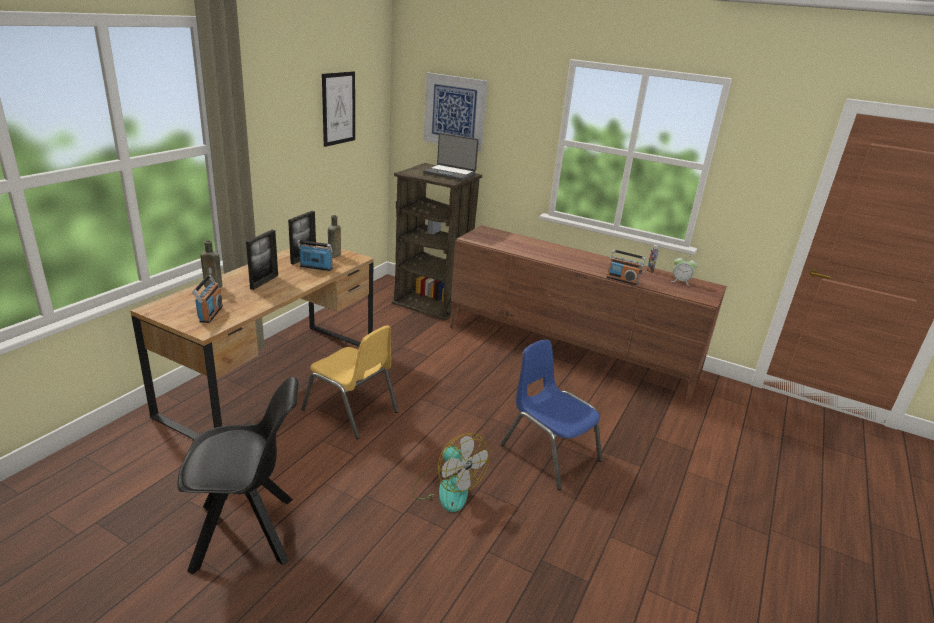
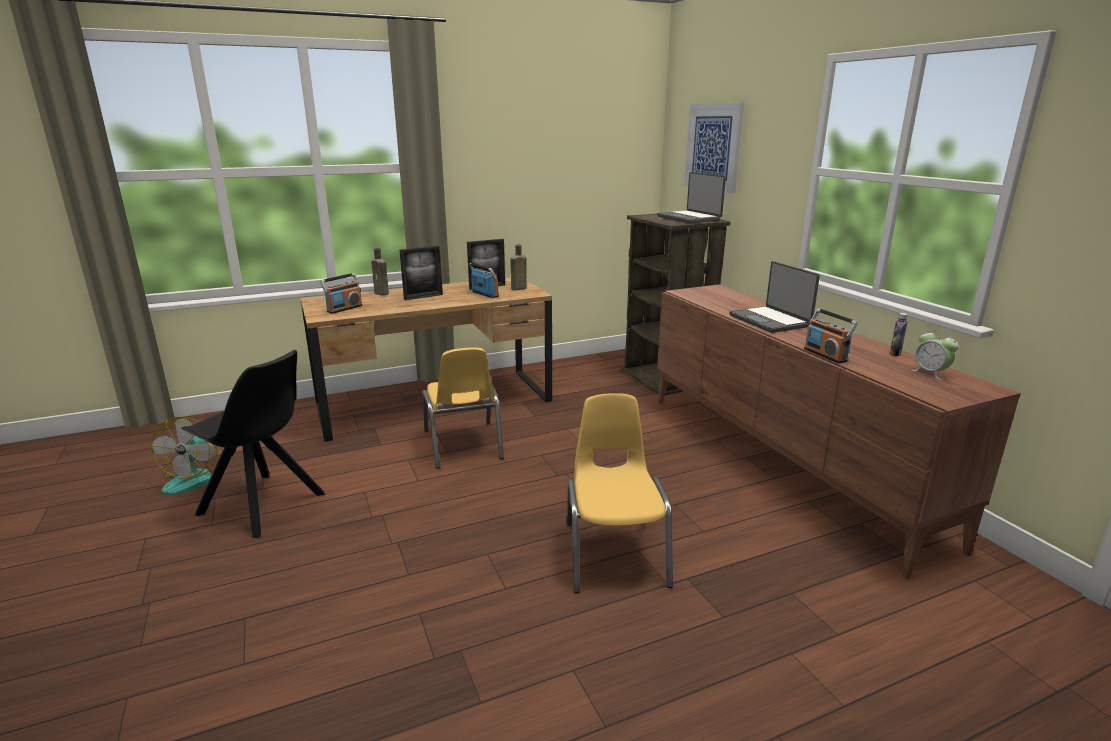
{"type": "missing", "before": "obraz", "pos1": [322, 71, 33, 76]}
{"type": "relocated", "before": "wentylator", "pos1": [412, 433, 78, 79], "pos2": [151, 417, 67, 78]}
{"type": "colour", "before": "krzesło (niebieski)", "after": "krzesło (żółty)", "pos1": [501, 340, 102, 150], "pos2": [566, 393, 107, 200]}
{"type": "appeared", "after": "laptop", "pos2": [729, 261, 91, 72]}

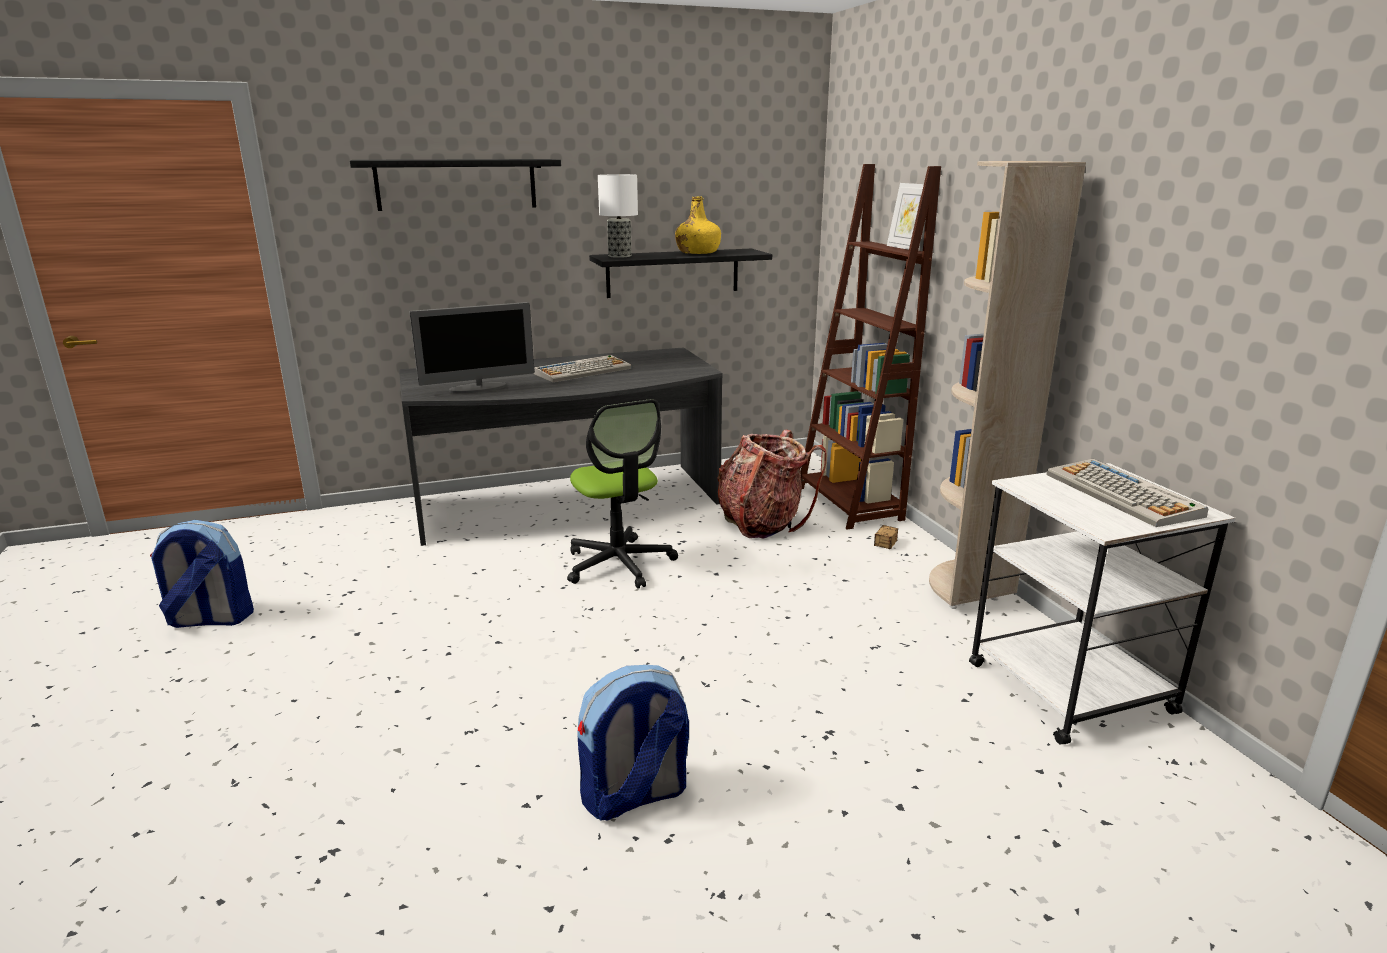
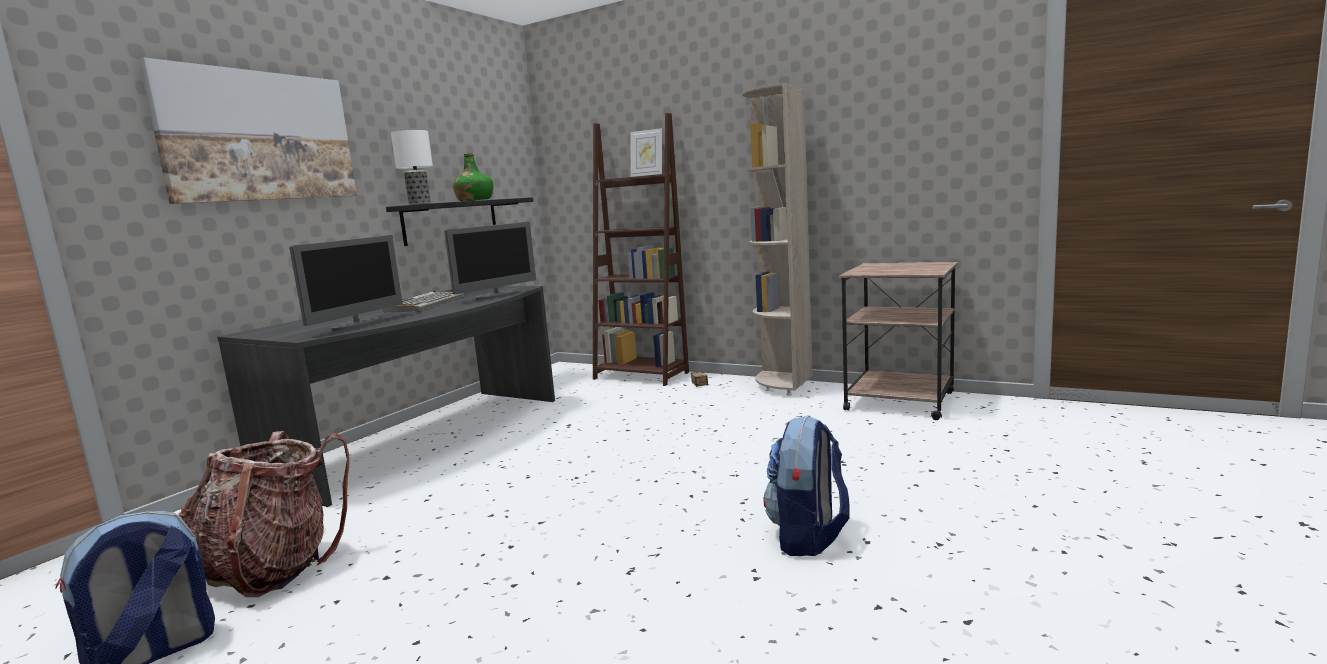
{"type": "exchanged", "before": "półka (czarny)", "after": "obraz", "pos1": [350, 159, 211, 52], "pos2": [138, 58, 219, 146]}
{"type": "missing", "before": "krzesło biurowe", "pos1": [567, 399, 111, 190]}
{"type": "colour", "before": "butelka (żółty)", "after": "butelka (zielony)", "pos1": [675, 196, 46, 58], "pos2": [453, 153, 40, 49]}
{"type": "relocated", "before": "plecak", "pos1": [717, 430, 110, 109], "pos2": [179, 431, 170, 166]}
{"type": "colour", "before": "wózek (biały)", "after": "wózek (brązowy)", "pos1": [969, 463, 266, 282], "pos2": [839, 262, 119, 158]}
{"type": "missing", "before": "klawiatura", "pos1": [1047, 458, 162, 69]}
{"type": "appeared", "after": "monitor", "pos2": [444, 222, 92, 78]}

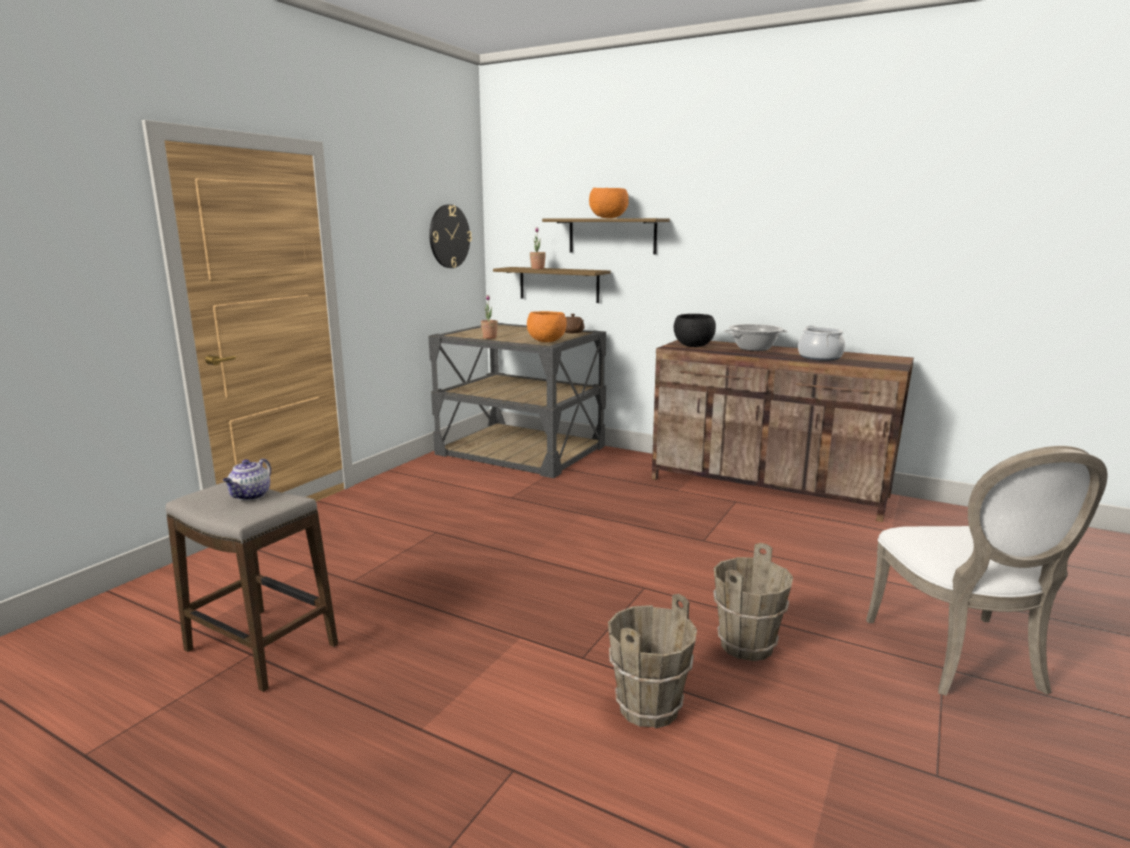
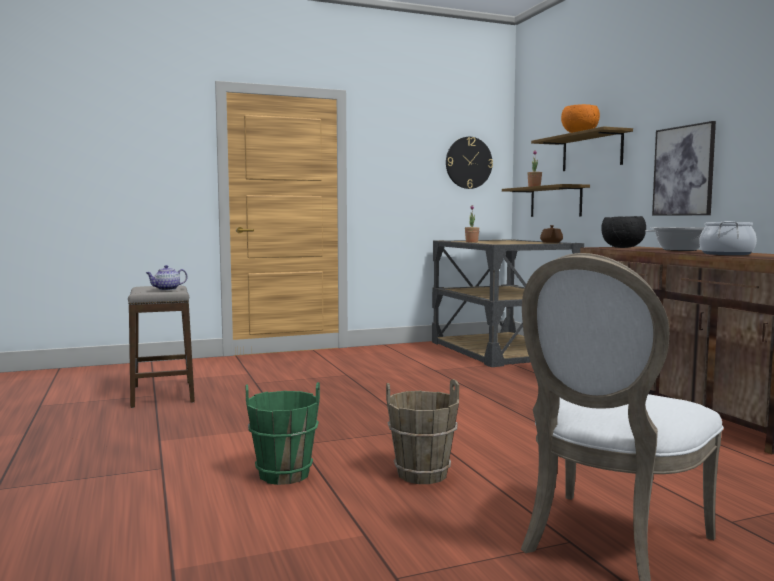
{"type": "missing", "before": "miska (pomarańczowy)", "pos1": [527, 311, 40, 31]}
{"type": "colour", "before": "wiadro (brązowy)", "after": "wiadro (zielony)", "pos1": [608, 594, 89, 134], "pos2": [246, 382, 74, 103]}
{"type": "appeared", "after": "obraz", "pos2": [652, 121, 64, 95]}

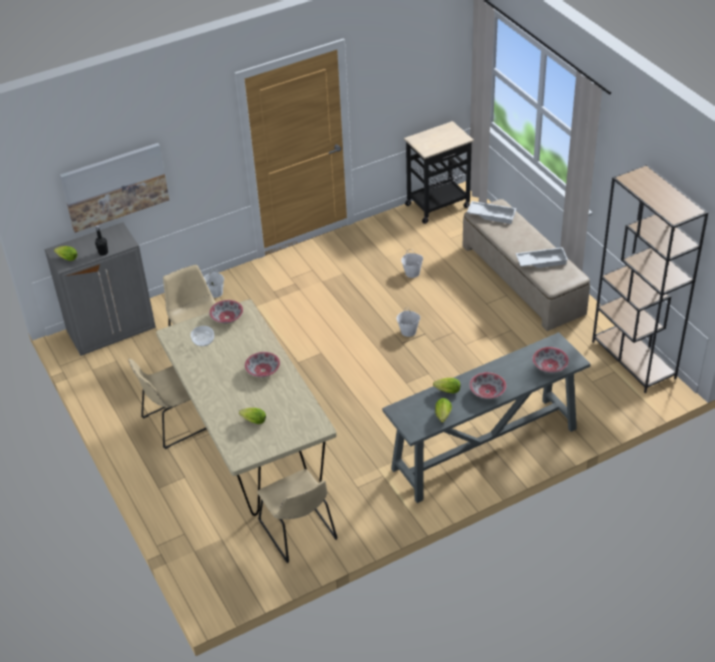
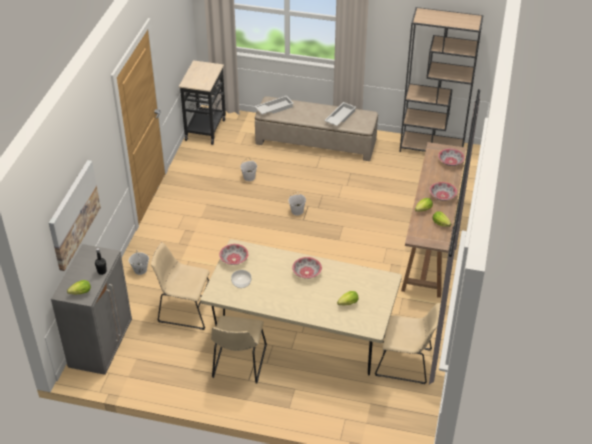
{"type": "colour", "before": "stolik konsolowy (szary)", "after": "stolik konsolowy (brązowy)", "pos1": [382, 332, 208, 171], "pos2": [401, 142, 65, 156]}

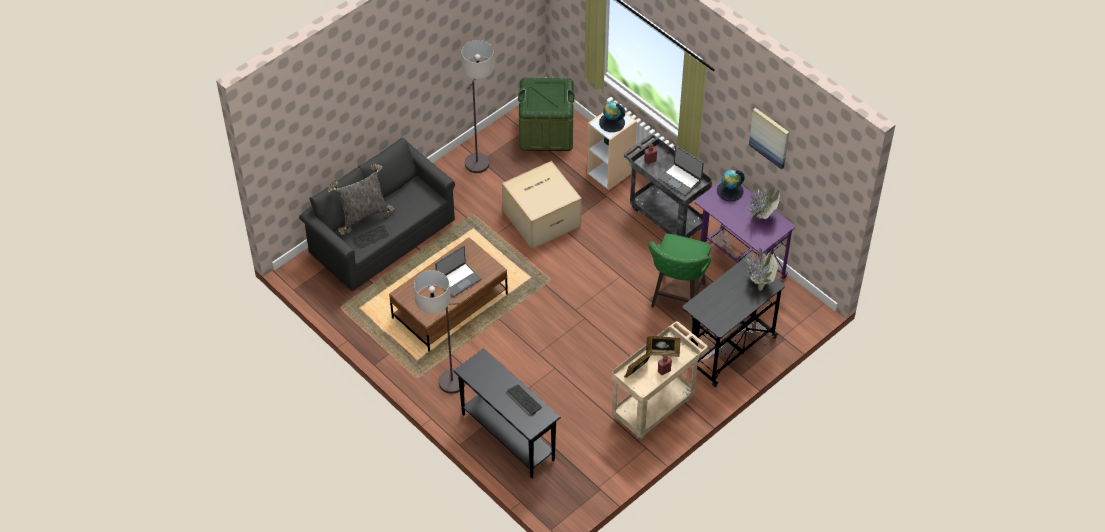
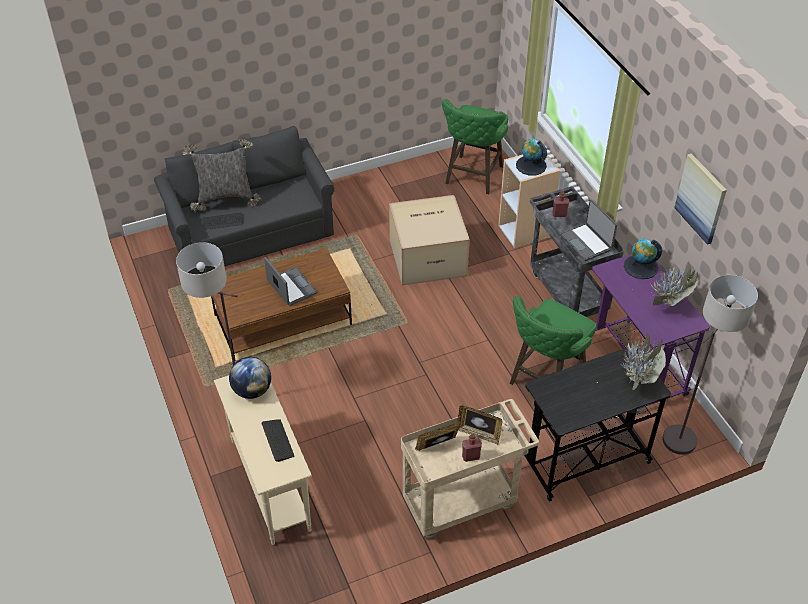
{"type": "spun", "before": "laptop", "pos1": [435, 245, 46, 52], "pos2": [264, 257, 53, 49], "turn": -105}
{"type": "colour", "before": "stolik konsolowy (czarny)", "after": "stolik konsolowy (beżowy)", "pos1": [453, 348, 108, 130], "pos2": [214, 376, 98, 169]}
{"type": "relocated", "before": "lampa stojąca (szary)", "pos1": [462, 40, 32, 133], "pos2": [662, 275, 96, 180]}
{"type": "exchanged", "before": "pojemnik do przechowywania (zielony)", "after": "stołek (zielony)", "pos1": [518, 78, 56, 73], "pos2": [442, 99, 66, 95]}
{"type": "appeared", "after": "globus", "pos2": [229, 357, 42, 42]}

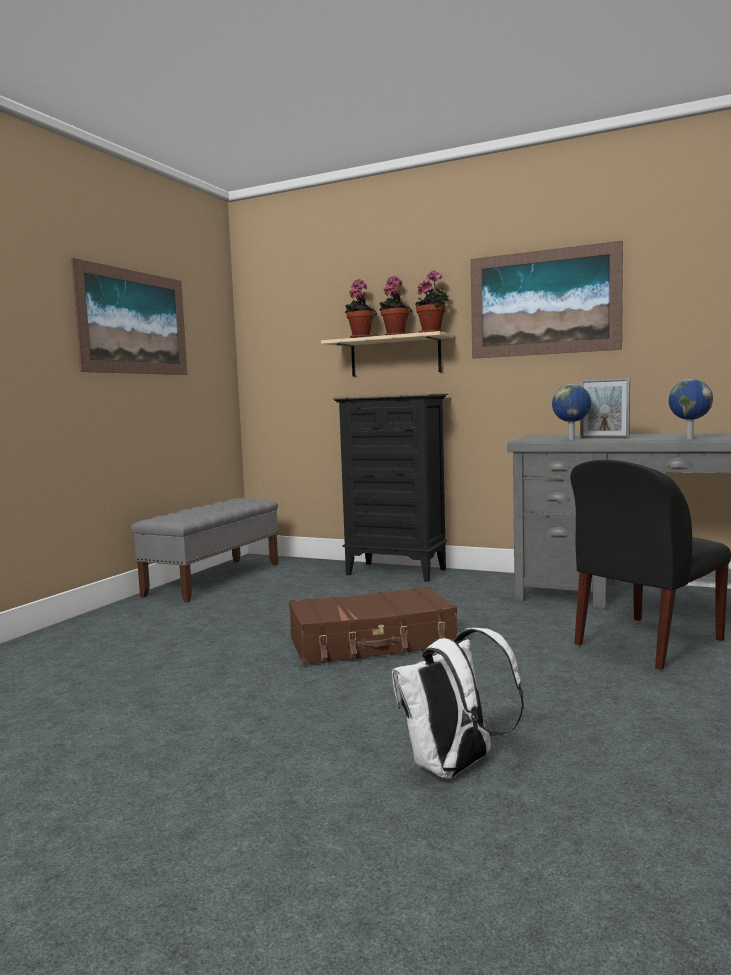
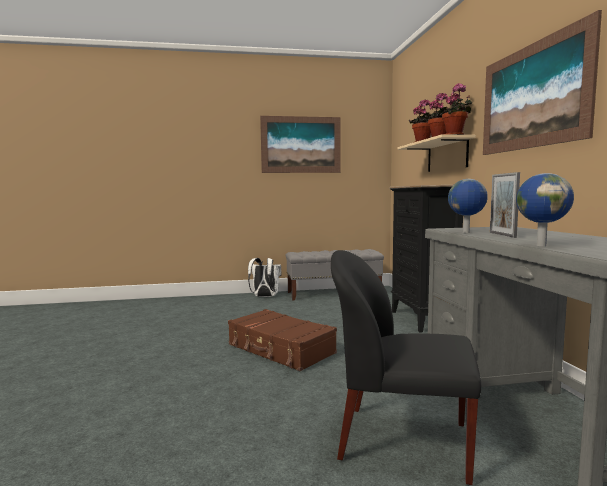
{"type": "relocated", "before": "plecak (biały)", "pos1": [392, 628, 132, 151], "pos2": [248, 258, 34, 39]}

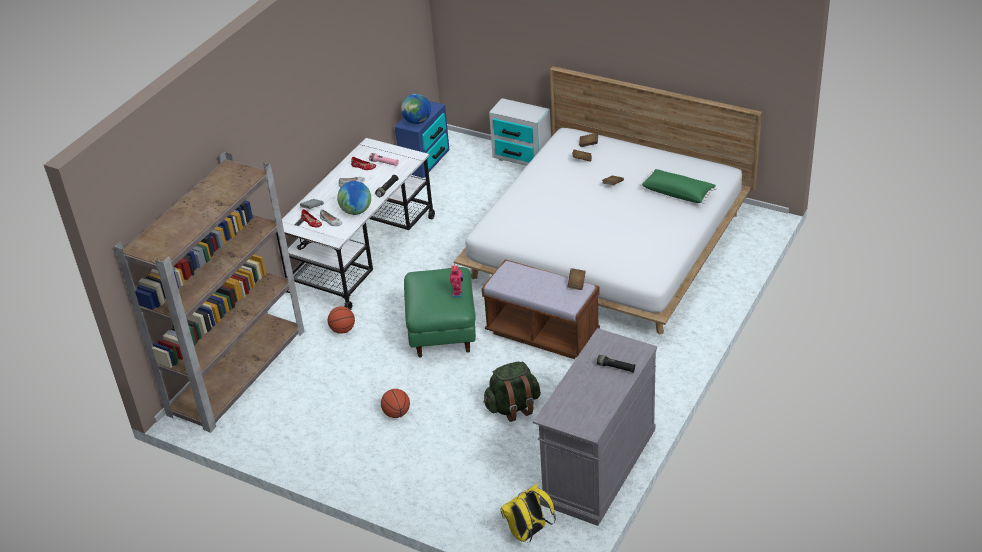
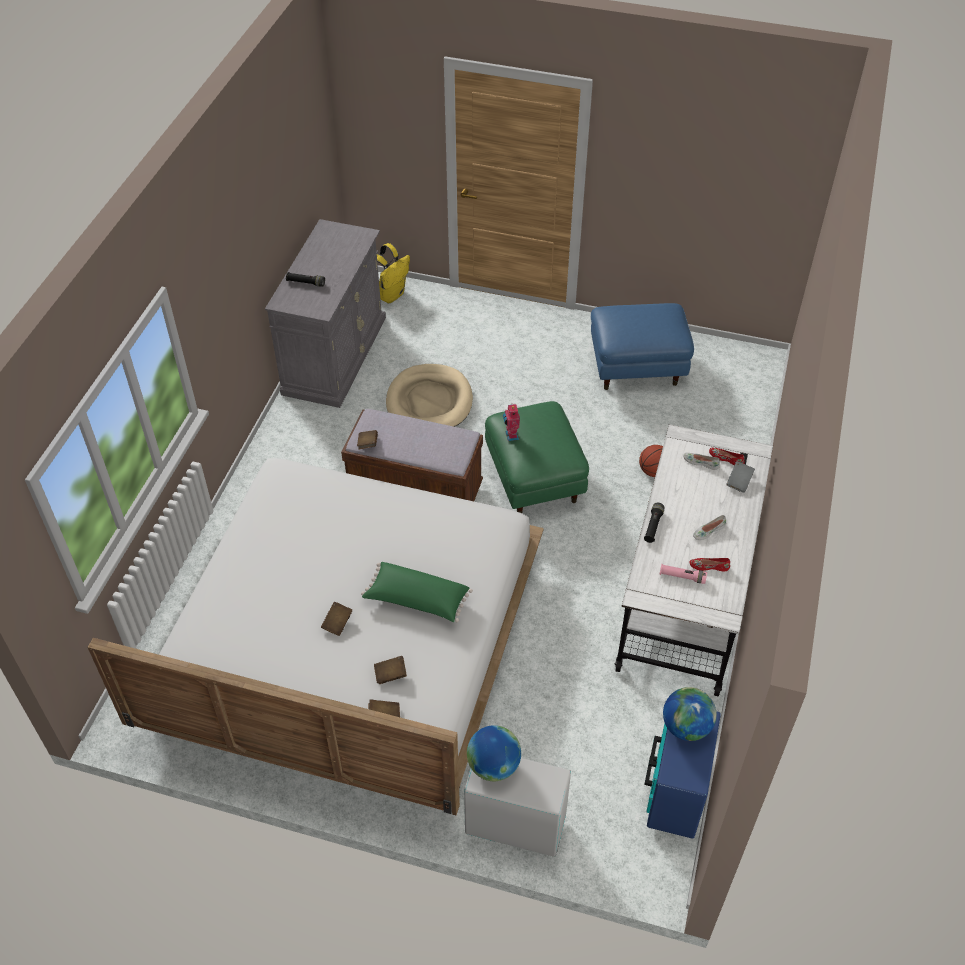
{"type": "missing", "before": "regał (brązowy)", "pos1": [115, 152, 189, 281]}
{"type": "relocated", "before": "globus", "pos1": [337, 181, 34, 34], "pos2": [467, 725, 54, 56]}
{"type": "missing", "before": "piłka do koszykówki", "pos1": [381, 389, 29, 29]}
{"type": "exchanged", "before": "plecak (zielony)", "after": "legowisko (beżowy)", "pos1": [483, 362, 58, 60], "pos2": [386, 364, 87, 63]}
{"type": "relocated", "before": "poduszka (zielony)", "pos1": [640, 169, 77, 35], "pos2": [361, 562, 112, 60]}
{"type": "appeared", "after": "pufa (niebieski)", "pos2": [591, 303, 103, 87]}

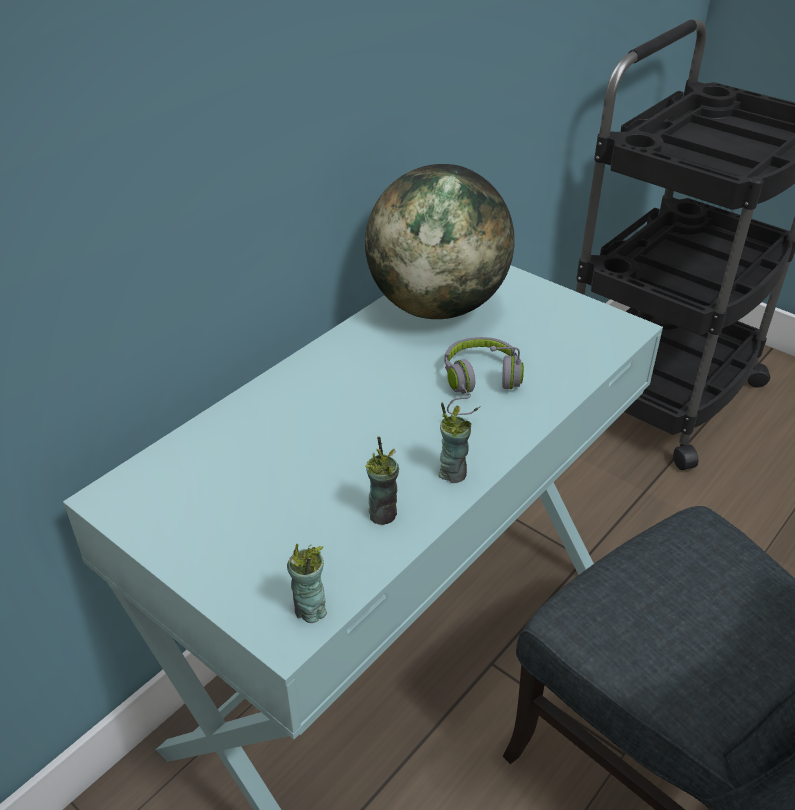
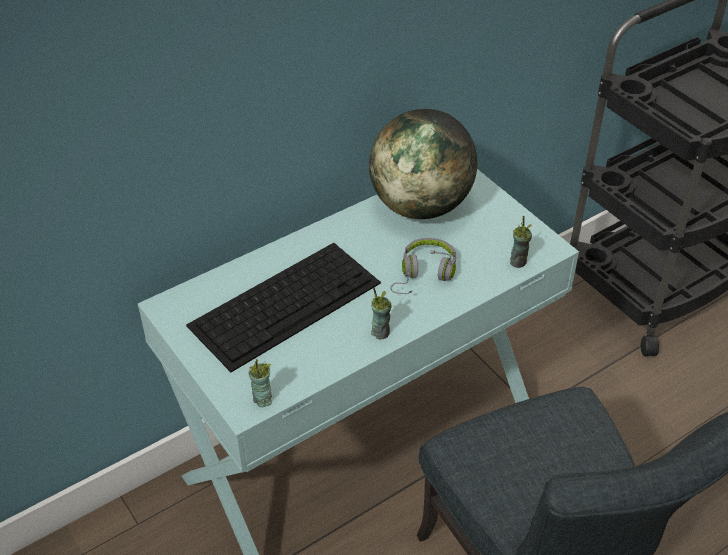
{"type": "relocated", "before": "filiżanka", "pos1": [365, 436, 34, 89], "pos2": [510, 216, 22, 52]}
{"type": "appeared", "after": "klawiatura", "pos2": [186, 243, 195, 129]}

